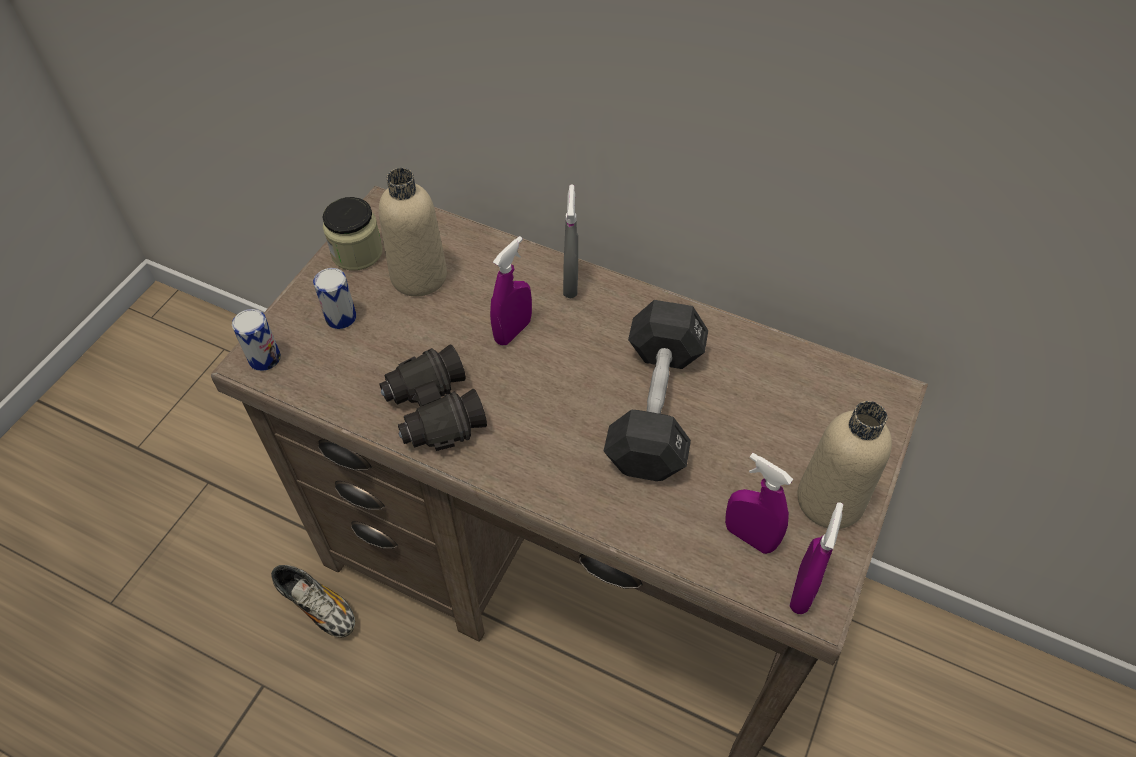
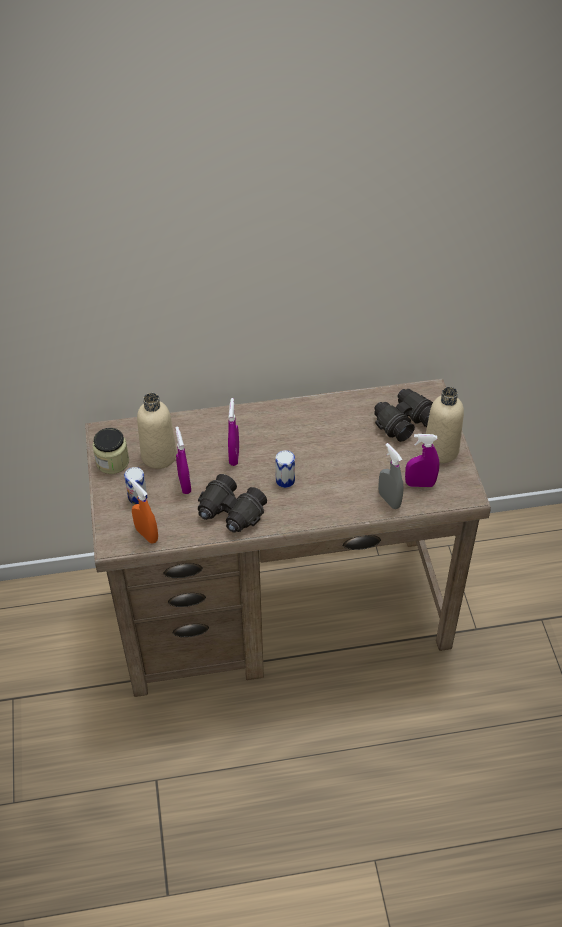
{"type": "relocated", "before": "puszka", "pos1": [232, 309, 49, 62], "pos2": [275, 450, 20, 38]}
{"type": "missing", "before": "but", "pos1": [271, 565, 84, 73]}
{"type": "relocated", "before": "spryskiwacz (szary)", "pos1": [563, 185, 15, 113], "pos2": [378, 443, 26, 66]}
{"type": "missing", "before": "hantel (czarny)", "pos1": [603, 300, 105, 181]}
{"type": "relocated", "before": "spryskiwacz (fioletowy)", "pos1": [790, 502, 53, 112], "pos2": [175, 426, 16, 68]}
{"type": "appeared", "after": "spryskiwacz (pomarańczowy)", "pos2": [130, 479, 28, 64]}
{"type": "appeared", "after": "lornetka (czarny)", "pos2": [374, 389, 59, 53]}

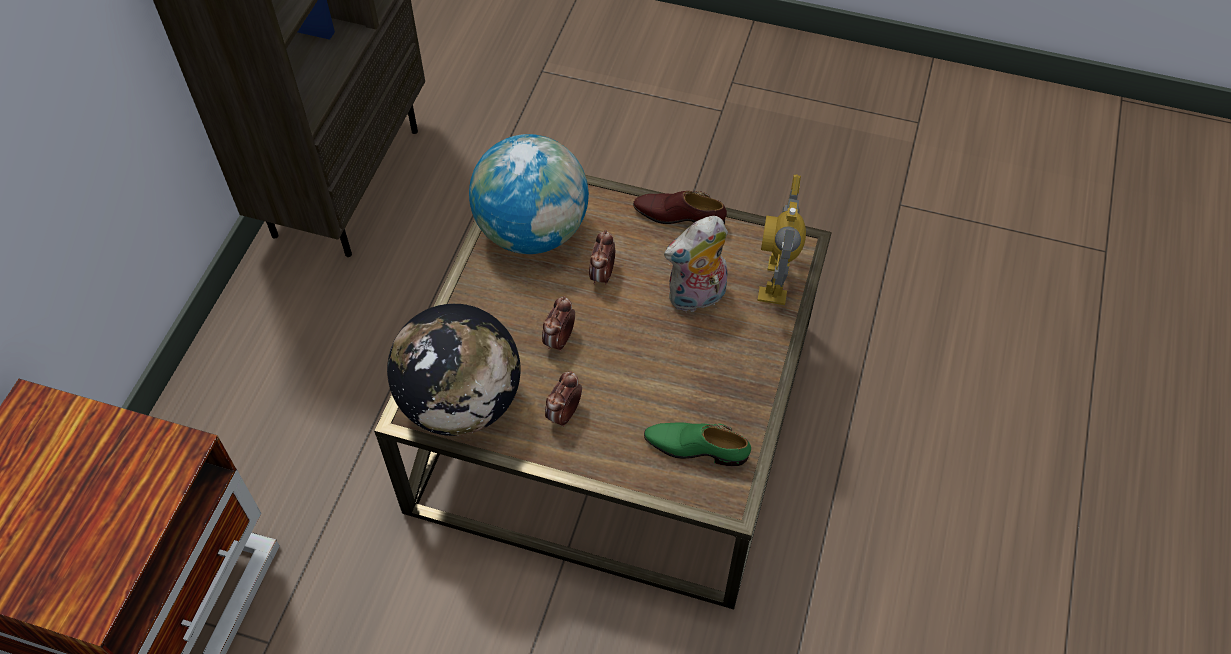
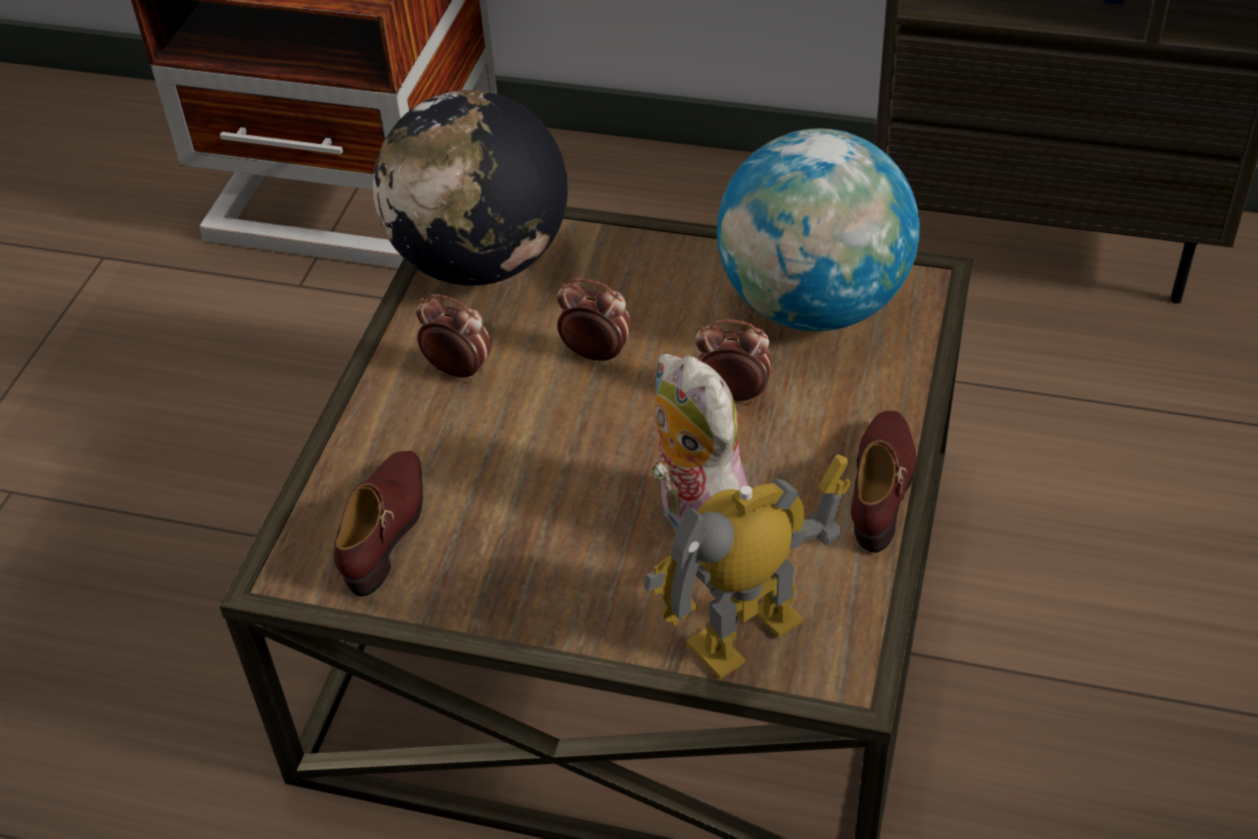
{"type": "colour", "before": "but (zielony)", "after": "but (brązowy)", "pos1": [644, 422, 107, 44], "pos2": [334, 451, 89, 145]}
{"type": "spun", "before": "robot zabawkowy", "pos1": [757, 175, 49, 130], "pos2": [644, 454, 208, 225], "turn": -45}

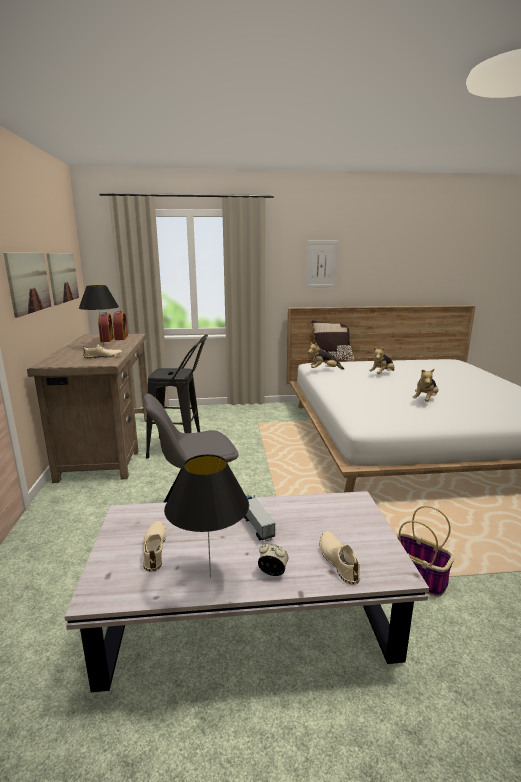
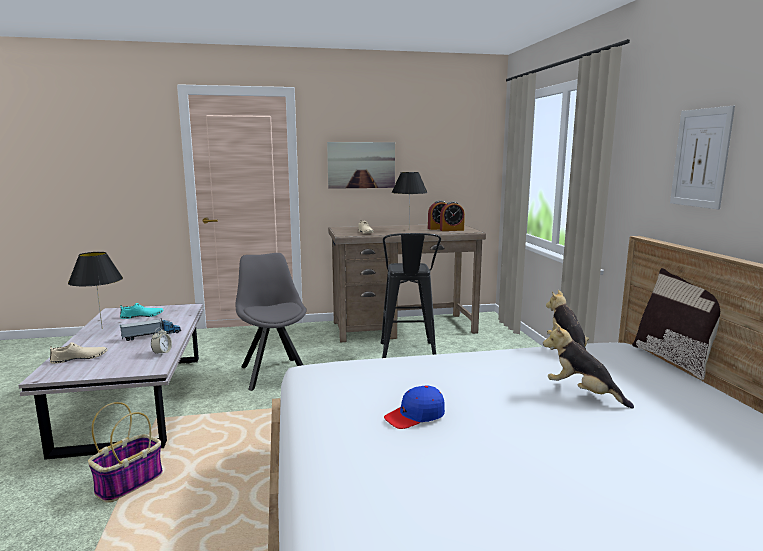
{"type": "missing", "before": "obraz", "pos1": [47, 253, 32, 52]}
{"type": "colour", "before": "but (beżowy)", "after": "but (turkusowy)", "pos1": [143, 521, 24, 51], "pos2": [120, 303, 44, 16]}
{"type": "relocated", "before": "budzik", "pos1": [258, 543, 31, 33], "pos2": [151, 328, 21, 28]}
{"type": "exchanged", "before": "pluszak", "after": "czapka z daszkiem (niebieski)", "pos1": [413, 368, 25, 34], "pos2": [384, 386, 61, 43]}

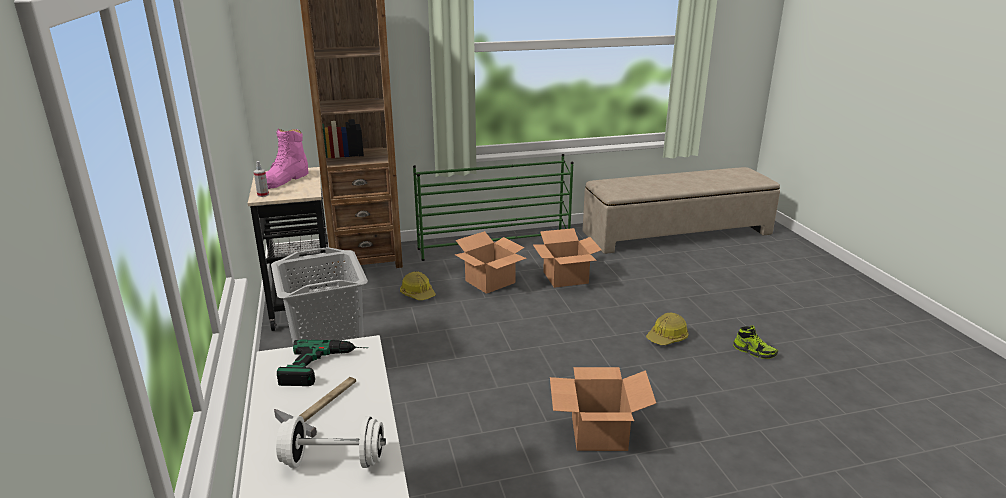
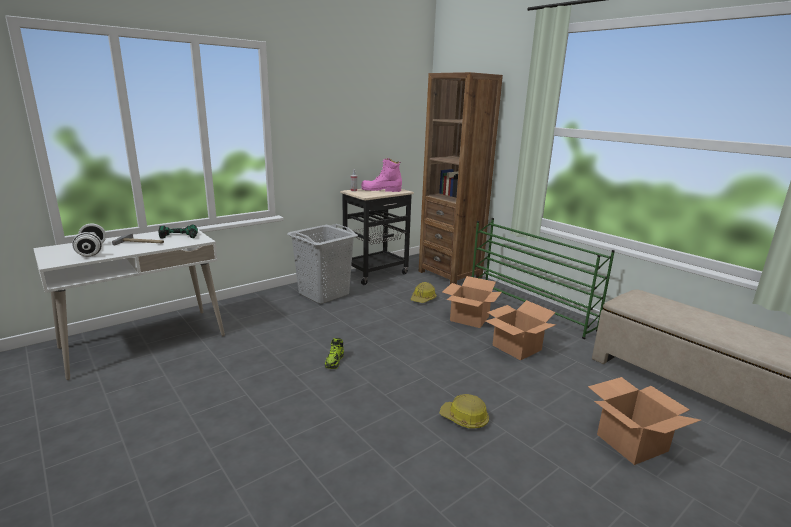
{"type": "relocated", "before": "karton", "pos1": [550, 367, 106, 84], "pos2": [588, 377, 113, 88]}
{"type": "relocated", "before": "but", "pos1": [733, 326, 45, 33], "pos2": [325, 338, 19, 31]}

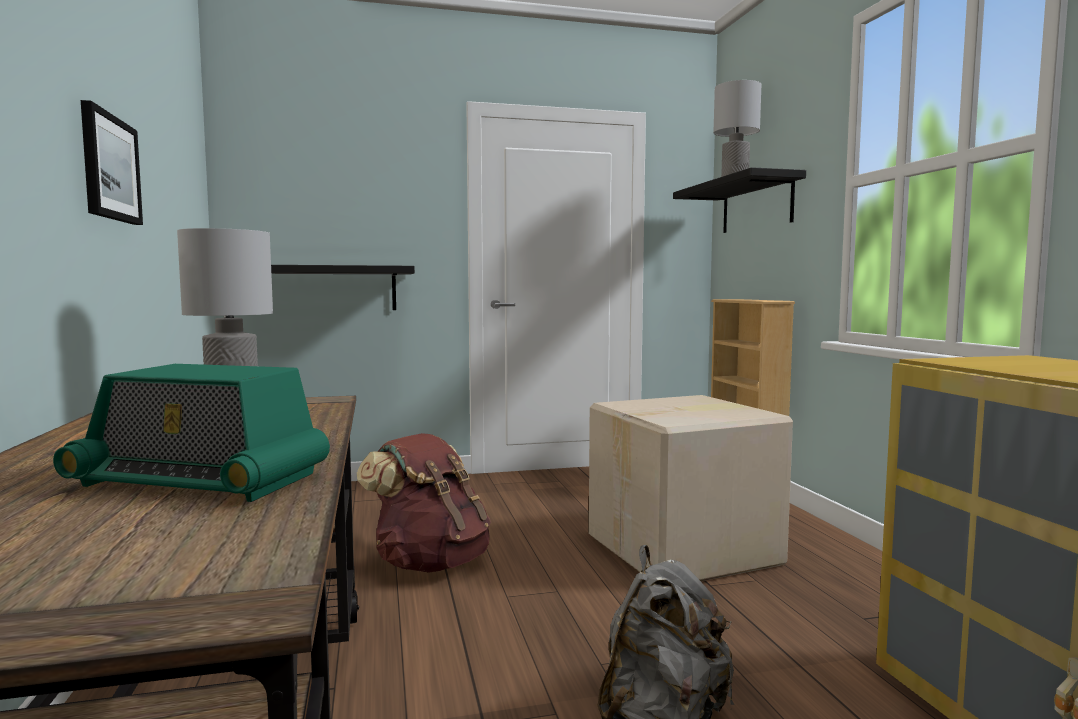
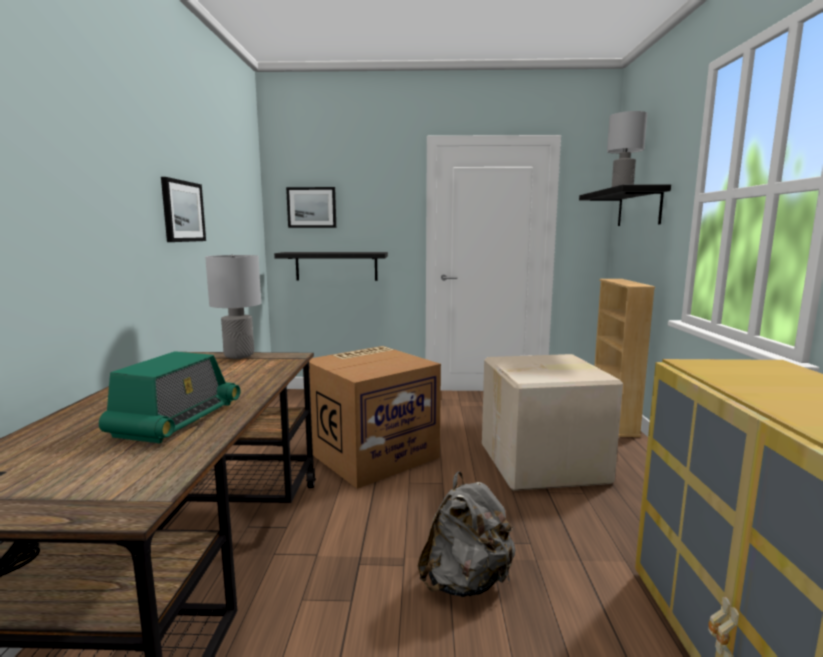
{"type": "spun", "before": "radio", "pos1": [53, 364, 277, 138], "pos2": [99, 351, 141, 92], "turn": -105}
{"type": "exchanged", "before": "plecak (brązowy)", "after": "karton", "pos1": [357, 433, 134, 140], "pos2": [303, 346, 138, 143]}
{"type": "appeared", "after": "obraz", "pos2": [286, 187, 50, 41]}

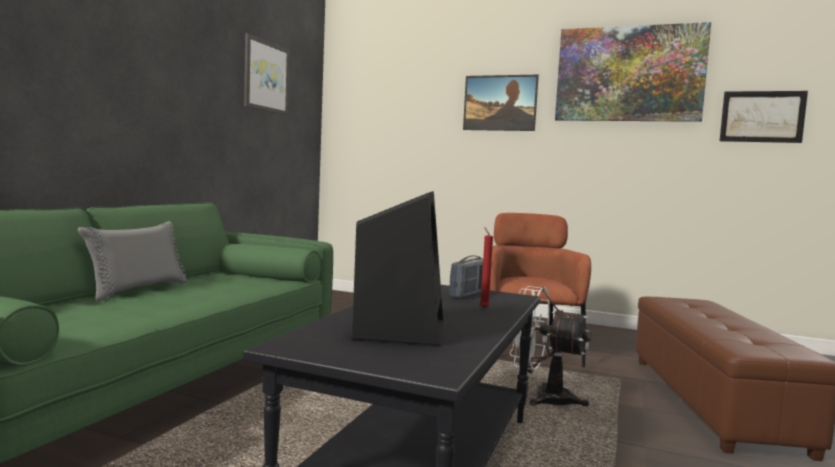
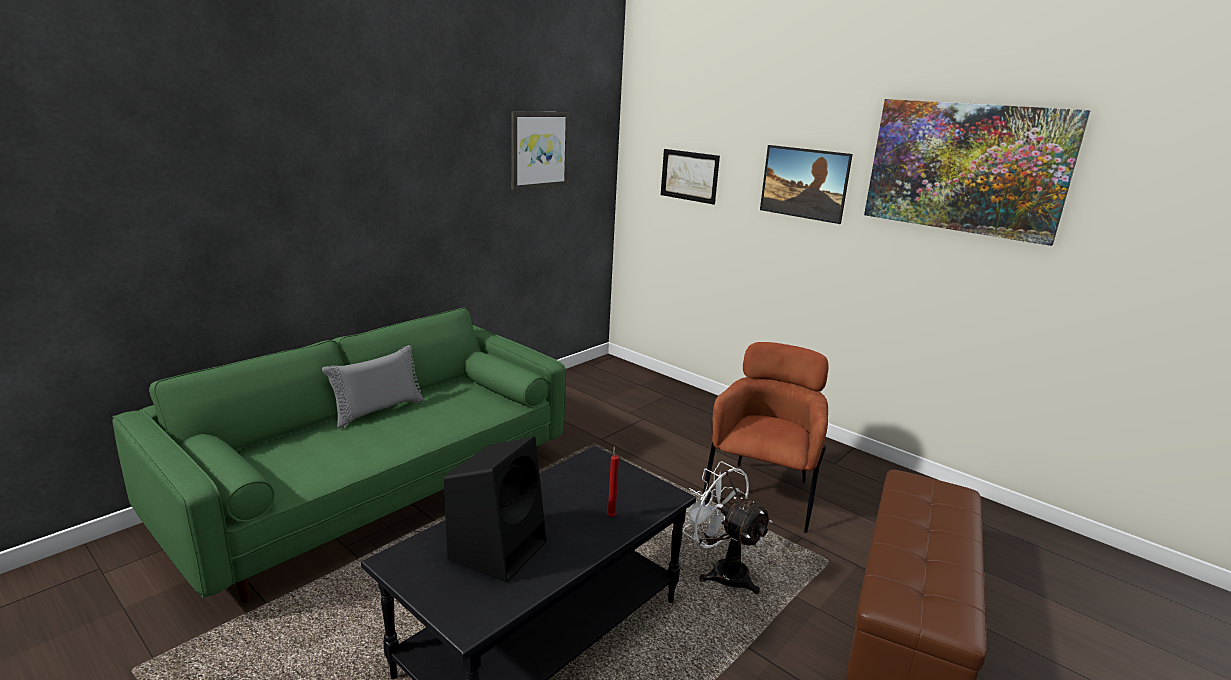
{"type": "missing", "before": "radio", "pos1": [450, 255, 33, 43]}
{"type": "relocated", "before": "obraz", "pos1": [720, 91, 88, 52], "pos2": [661, 149, 59, 56]}

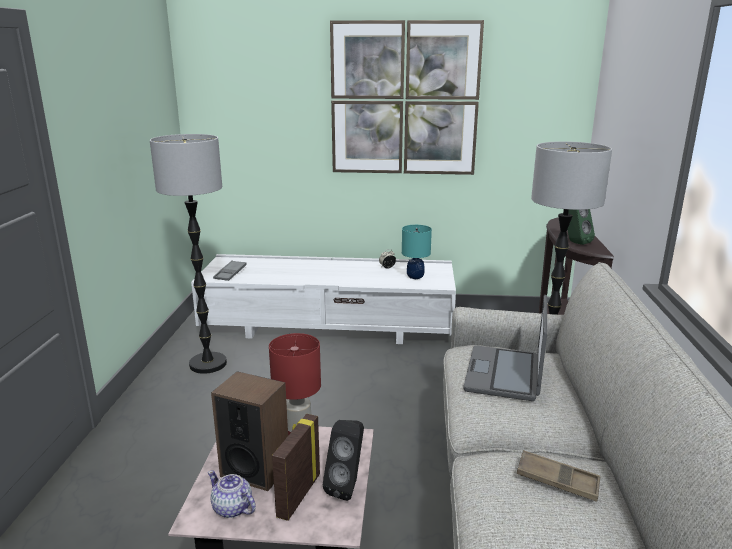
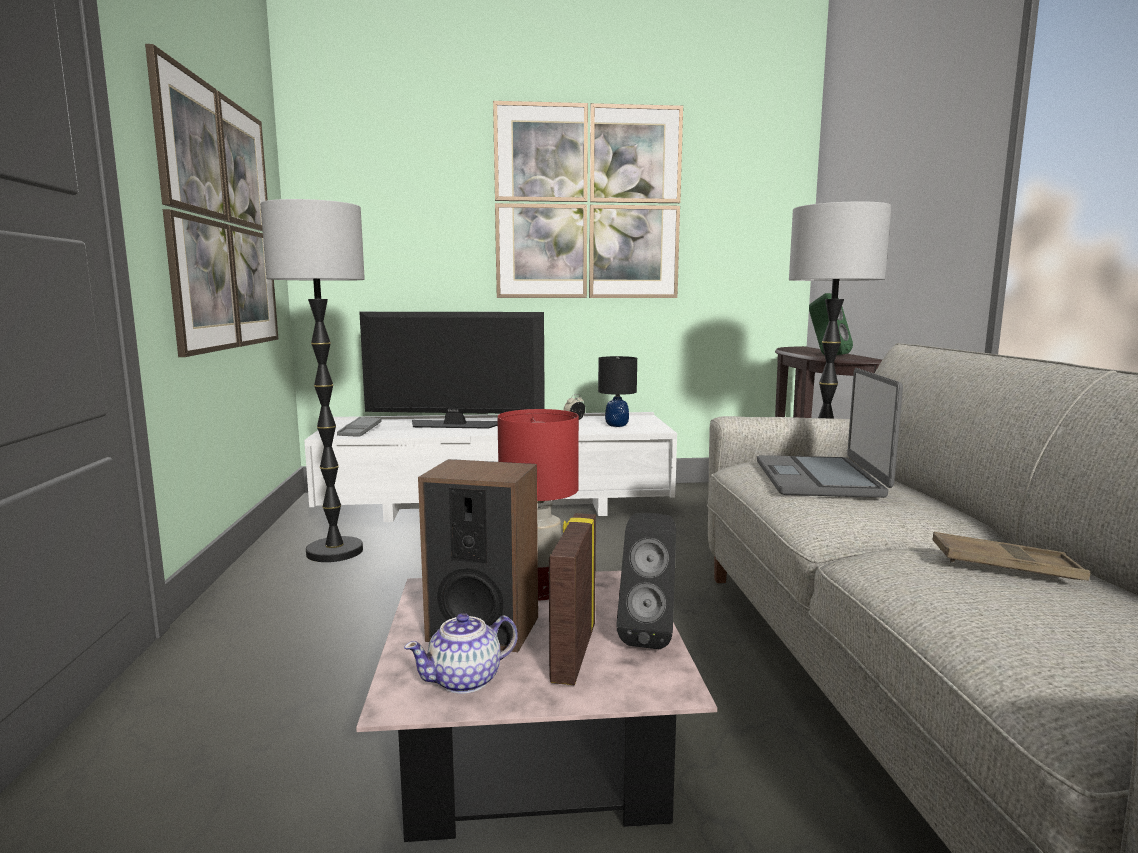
{"type": "spun", "before": "imbryk", "pos1": [208, 471, 48, 47], "pos2": [404, 613, 114, 81], "turn": -60}
{"type": "colour", "before": "lampa stołowa (turkusowy)", "after": "lampa stołowa (czarny)", "pos1": [402, 225, 30, 54], "pos2": [598, 356, 39, 71]}
{"type": "appeared", "after": "obraz", "pos2": [145, 44, 133, 313]}
{"type": "appeared", "after": "telewizor", "pos2": [359, 312, 186, 117]}

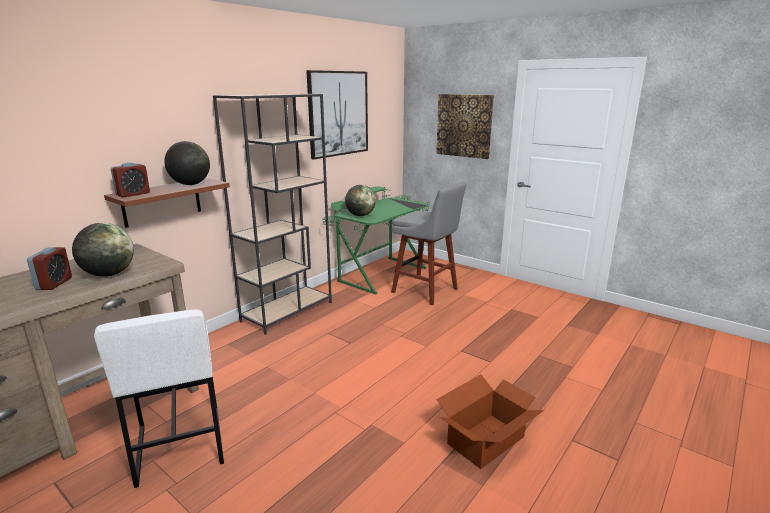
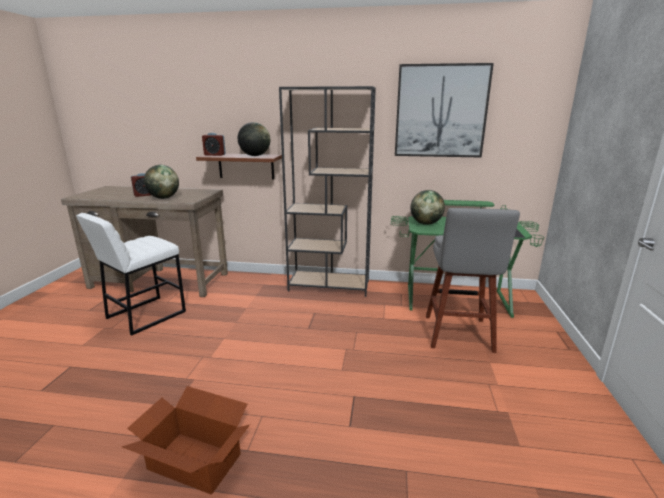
{"type": "missing", "before": "obraz", "pos1": [436, 94, 58, 65]}

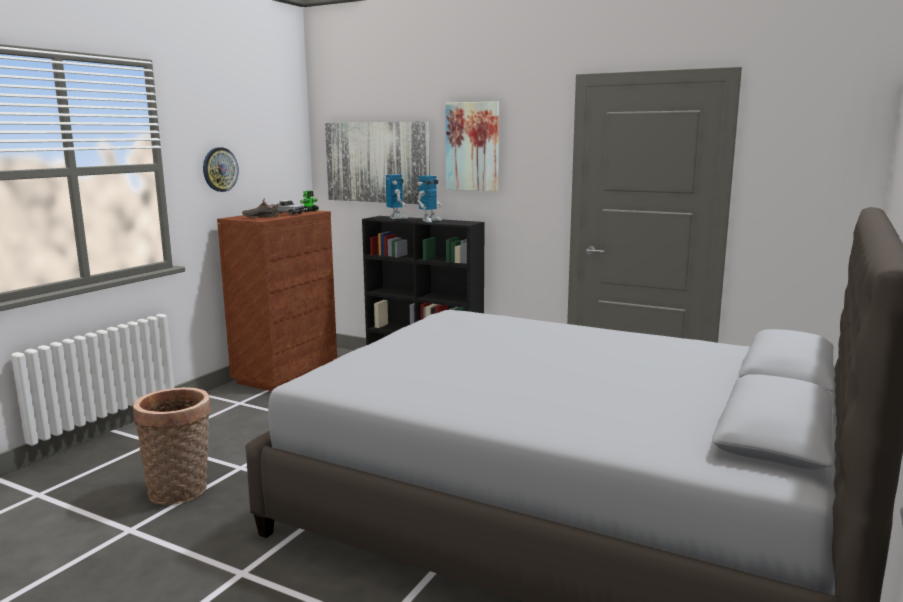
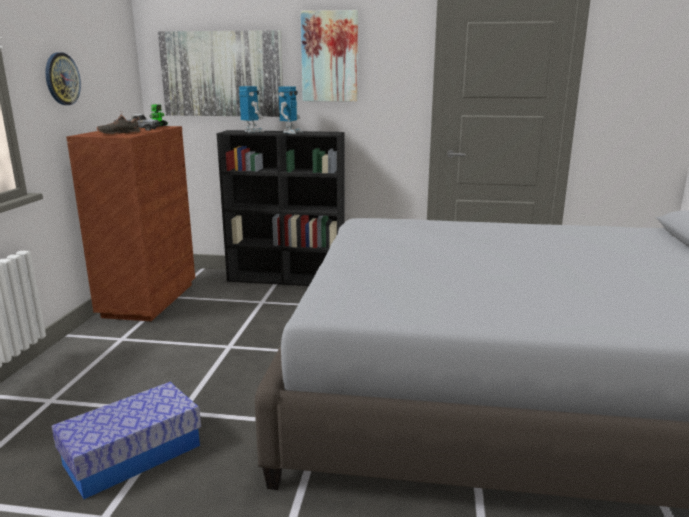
{"type": "exchanged", "before": "koszyk", "after": "pojemnik do przechowywania", "pos1": [133, 387, 78, 118], "pos2": [52, 382, 149, 117]}

